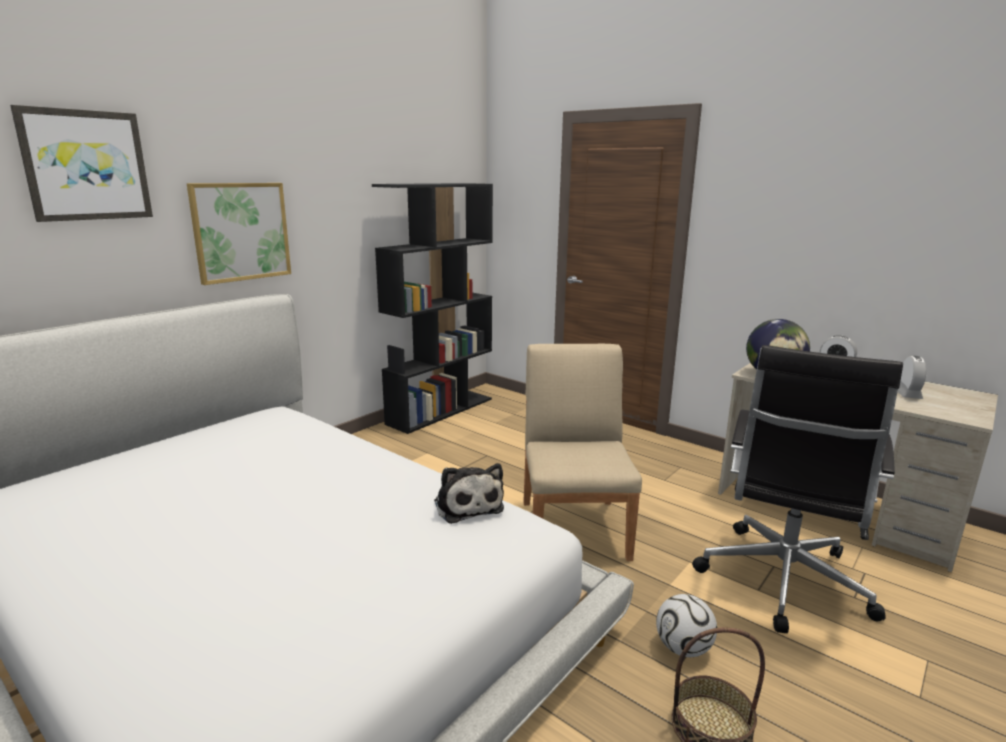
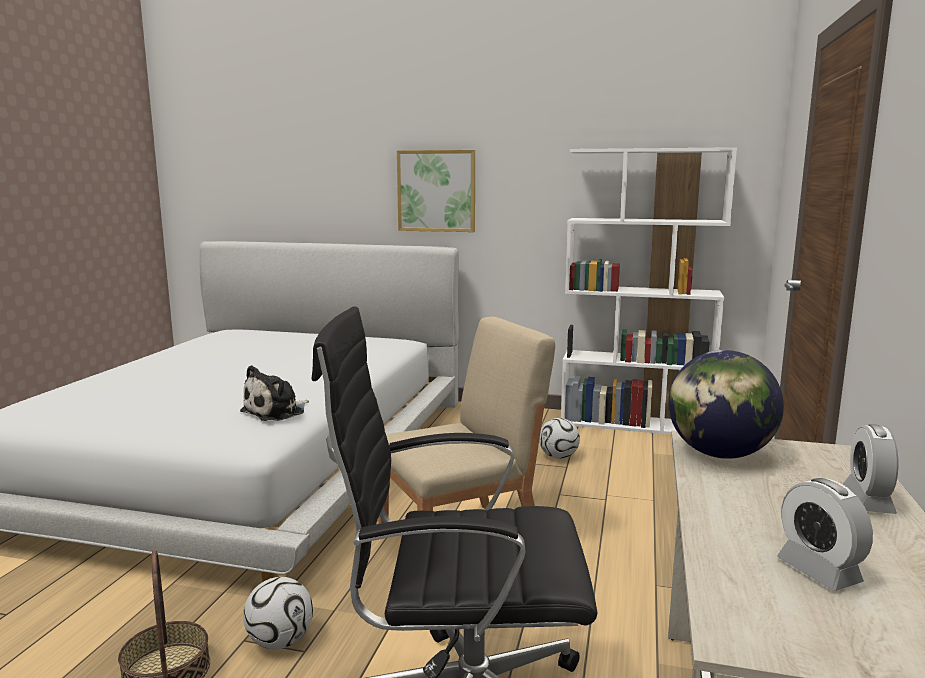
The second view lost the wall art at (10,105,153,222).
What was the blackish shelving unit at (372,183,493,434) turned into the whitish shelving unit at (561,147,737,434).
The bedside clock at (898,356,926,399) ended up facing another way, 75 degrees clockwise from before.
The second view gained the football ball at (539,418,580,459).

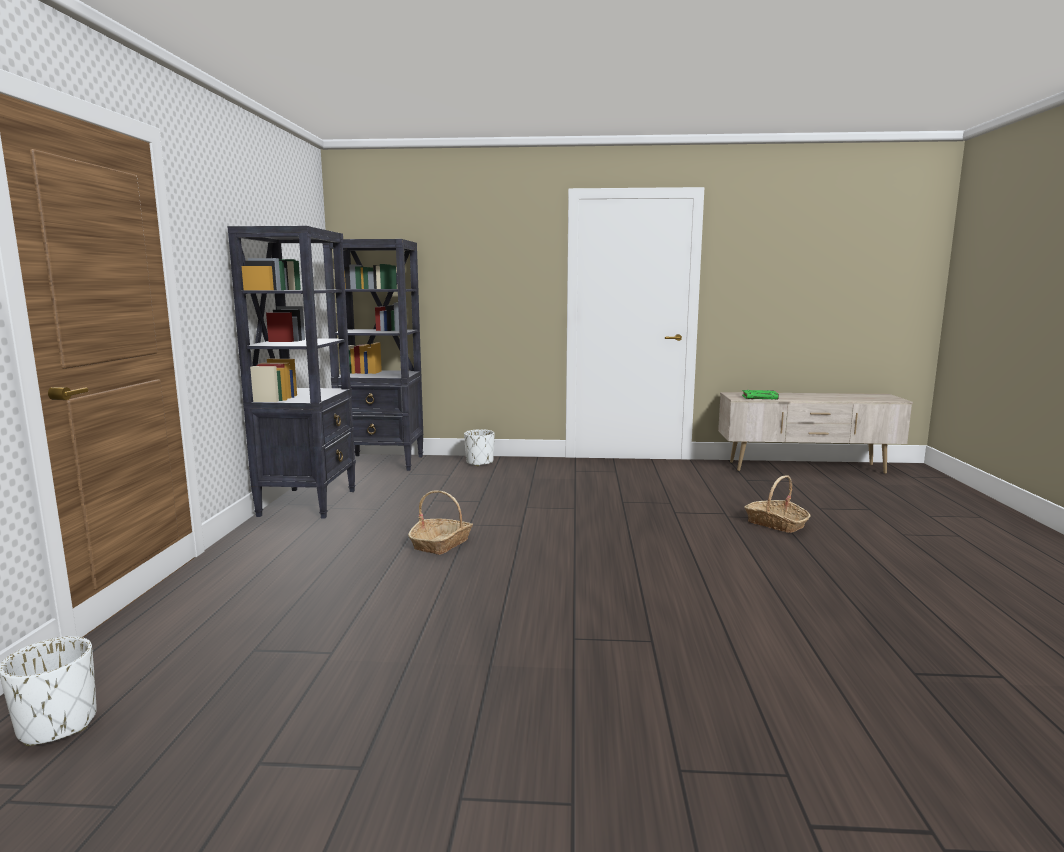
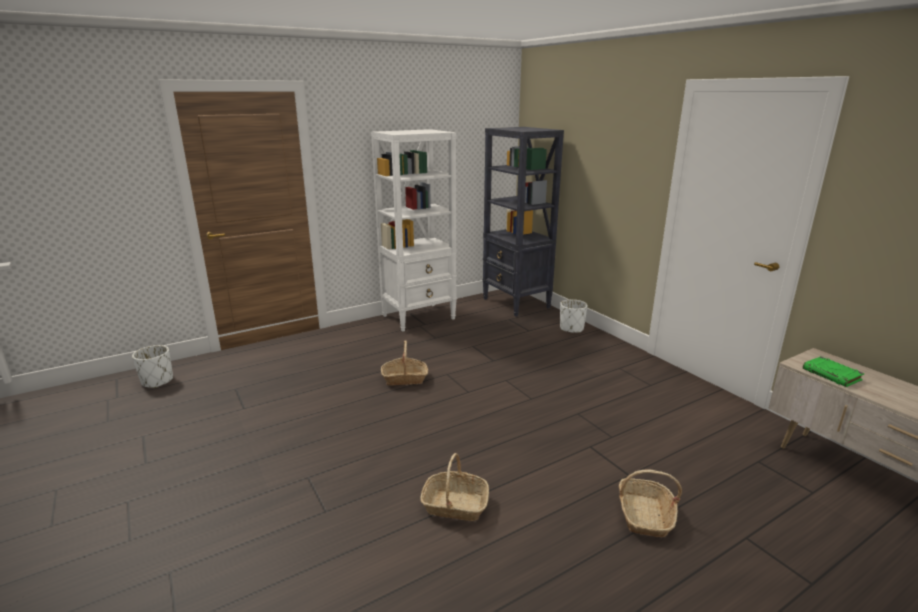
What was the blackish shelving unit at (227,226,356,519) turned into the whitish shelving unit at (371,129,457,332).
The second view gained the storage basket at (420,453,489,521).

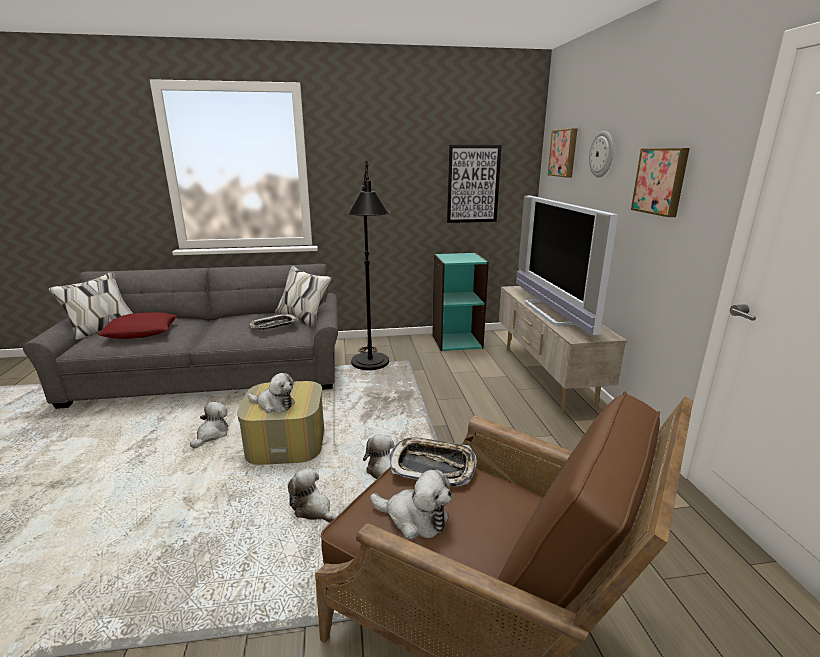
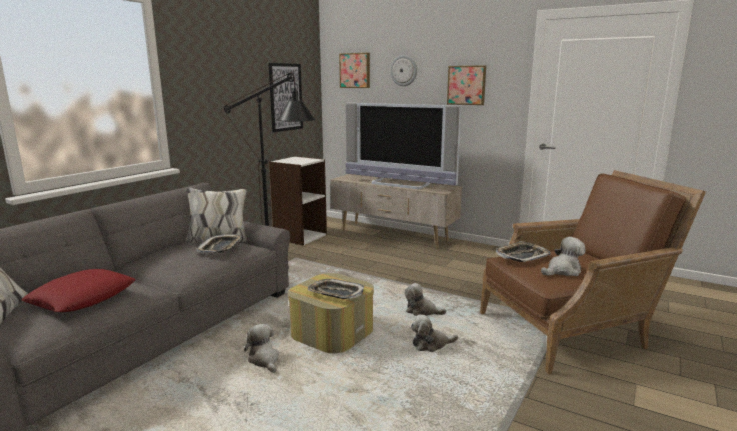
Where the soft toy stood at (247,373,295,413), the tray came to stand at (308,279,364,299).
What was the turquoise-coloured shelving unit at (432,253,489,351) turned into the whitish shelving unit at (269,156,327,246).

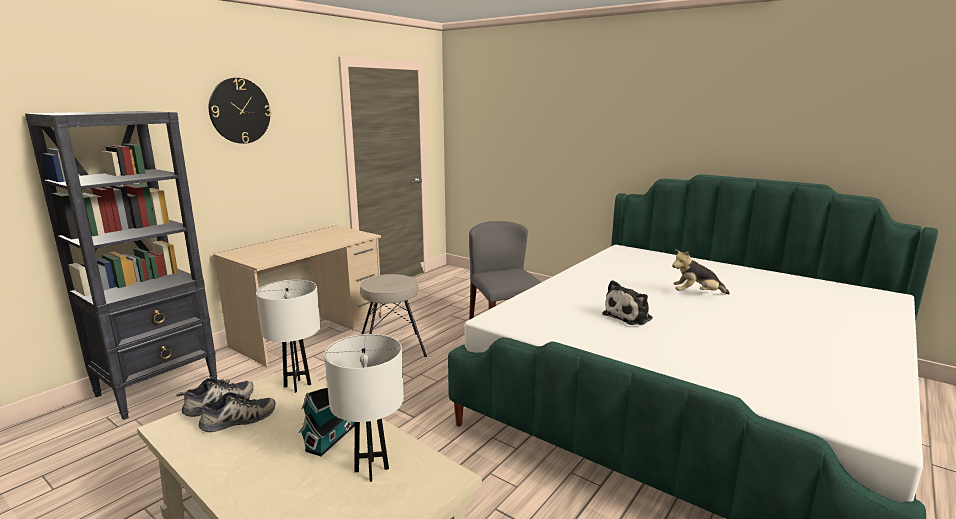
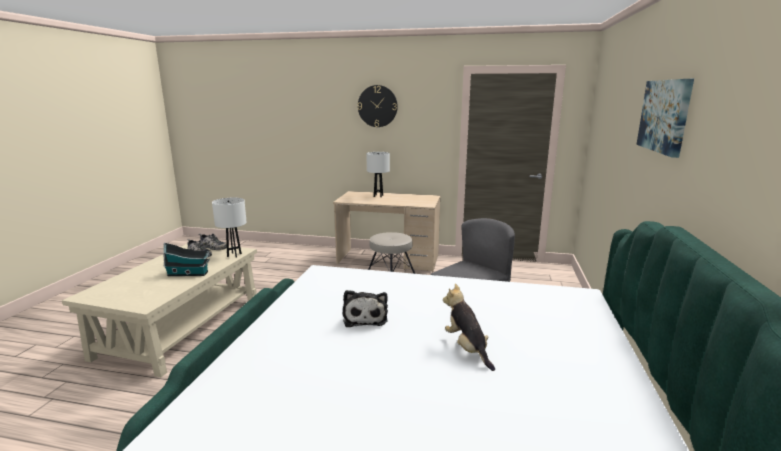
The second view lost the blackish shelving unit at (25,111,218,420).
The whitish table lamp ended up elsewhere, having gone from (324,334,404,482) to (366,152,390,197).
The soft toy at (602,280,653,325) ended up facing another way, 120 degrees counterclockwise from before.
The second view gained the wall art at (636,79,694,158).

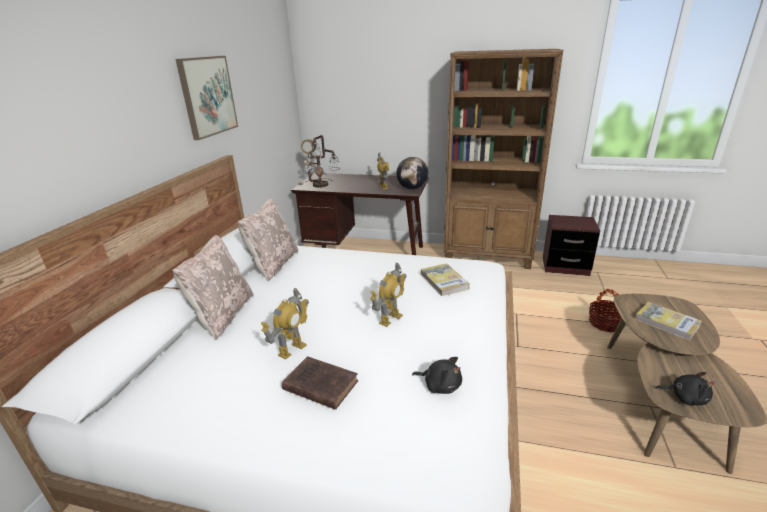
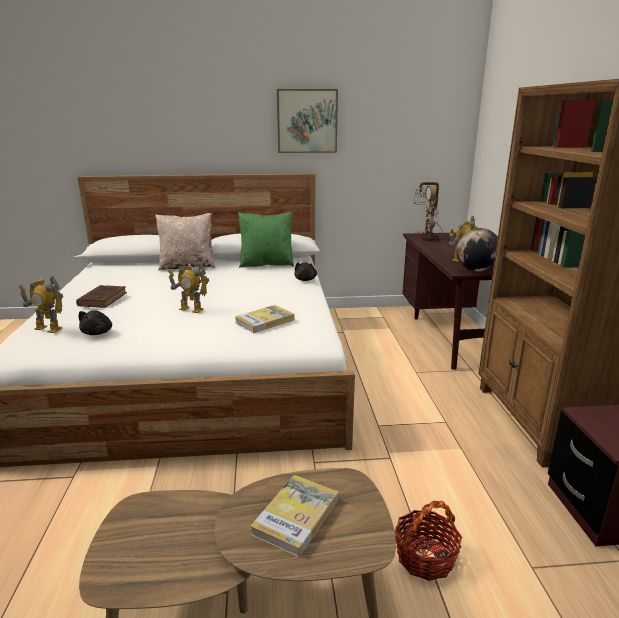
What was the sand-coloured cushion at (238,199,298,281) turned into the green-coloured cushion at (238,212,294,268).
The toy robot ended up elsewhere, having gone from (261,288,309,360) to (18,276,63,333).
The blackish soft toy ended up elsewhere, having gone from (655,372,715,405) to (294,262,317,281).

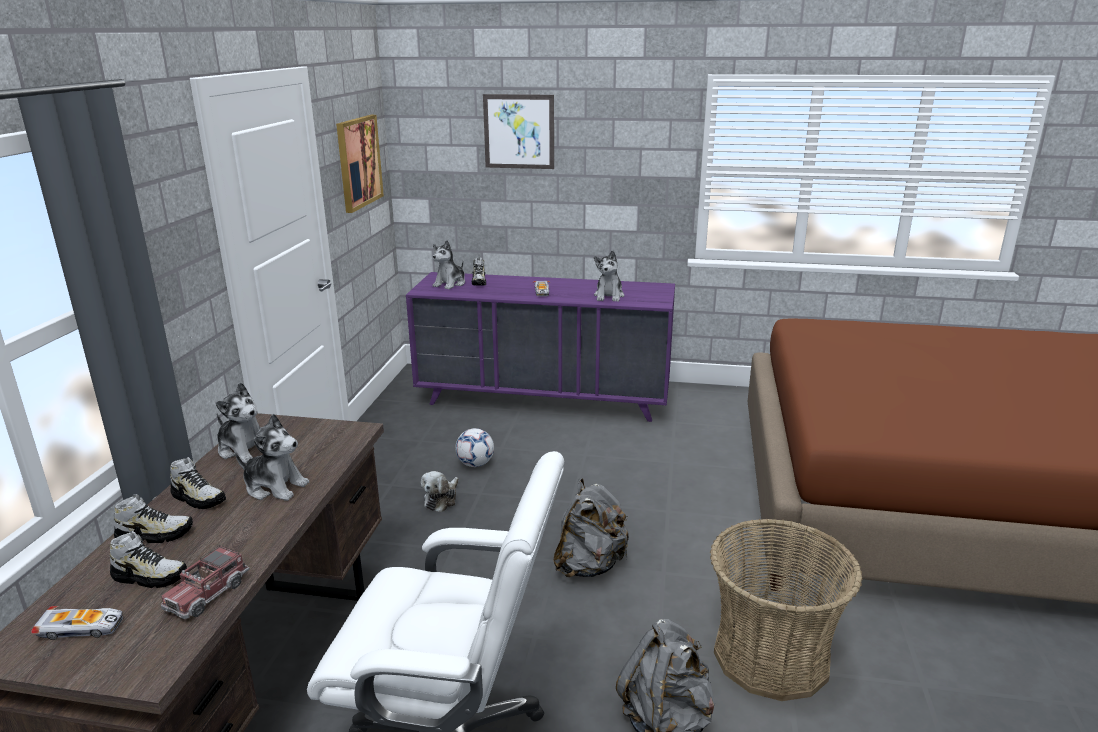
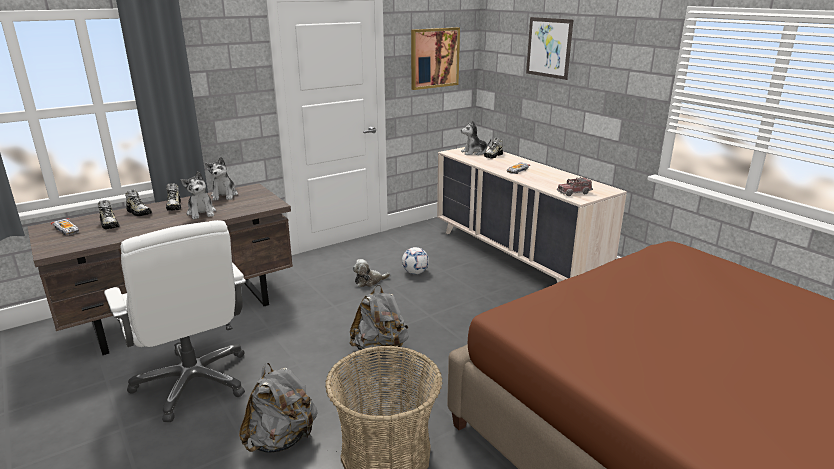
The toy lorry ended up elsewhere, having gone from (161,545,249,619) to (557,177,593,196).
What was the purplish drawer chest at (406,272,675,422) turned into the sand-coloured drawer chest at (437,147,627,283).
The second view lost the soft toy at (594,250,625,302).

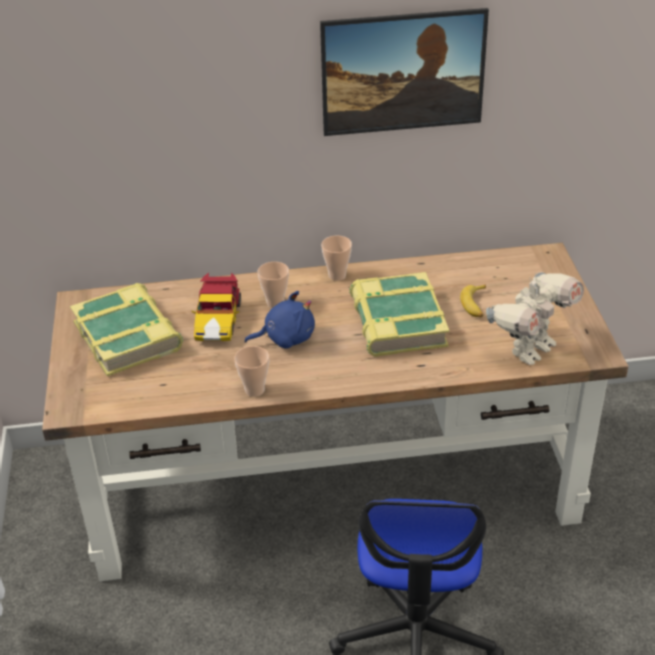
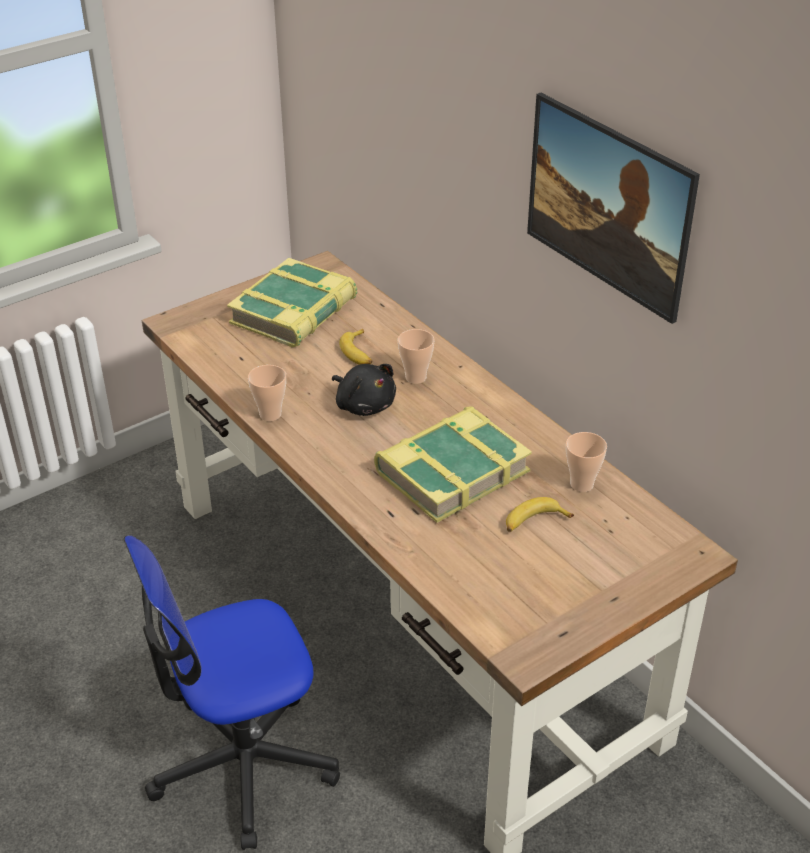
Where the model car stood at (192,273,241,341), the whole banana came to stand at (339,329,372,365).
What was the blue soft toy at (244,291,315,348) turned into the blackish soft toy at (332,364,396,416).
The drinking cup ended up elsewhere, having gone from (321,236,352,281) to (566,432,607,492).
The second view lost the toy robot at (486,272,584,365).

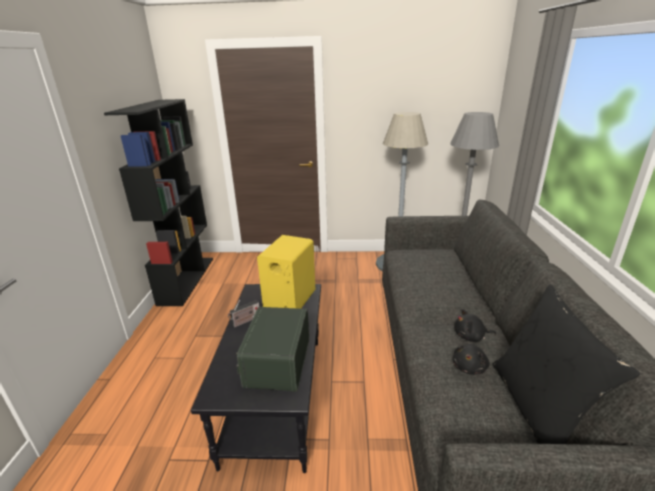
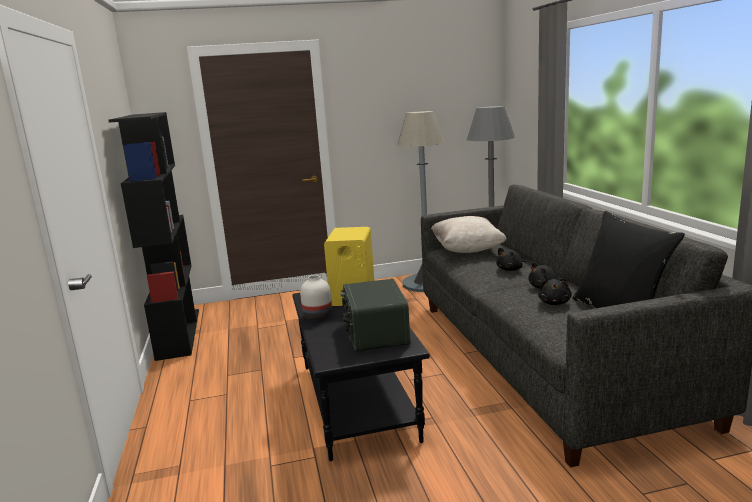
Where the radio stood at (228,300,260,328), the whitish decorative vase came to stand at (300,275,332,320).
The second view gained the sand-coloured cushion at (431,216,507,253).
The second view gained the blackish soft toy at (496,248,526,271).

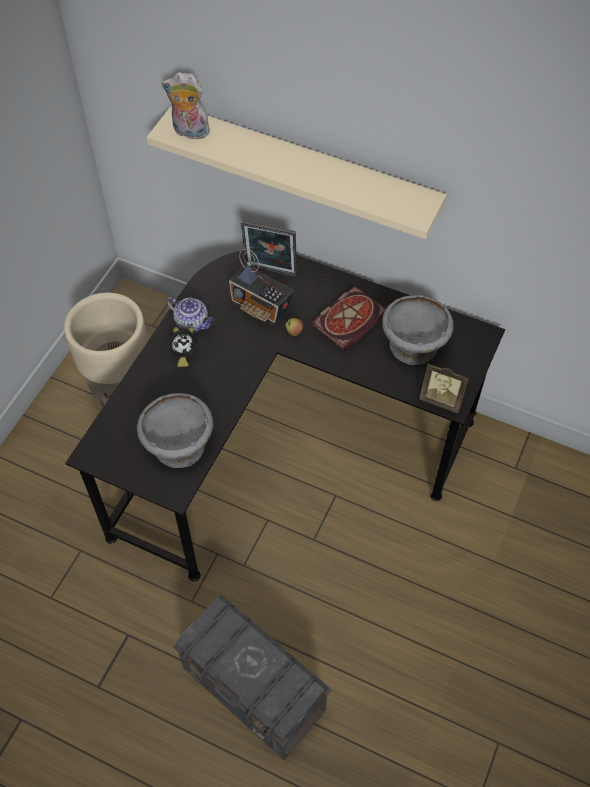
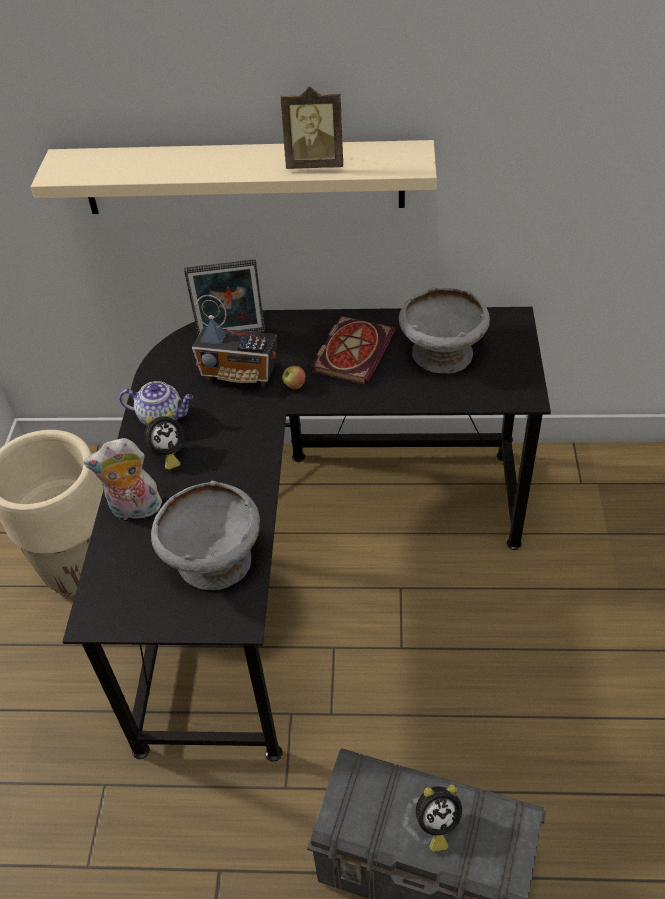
The soft toy ended up elsewhere, having gone from (161,72,210,140) to (83,438,162,520).
The picture frame ended up elsewhere, having gone from (419,362,469,413) to (281,86,343,169).
The second view gained the bedside clock at (416,784,462,852).

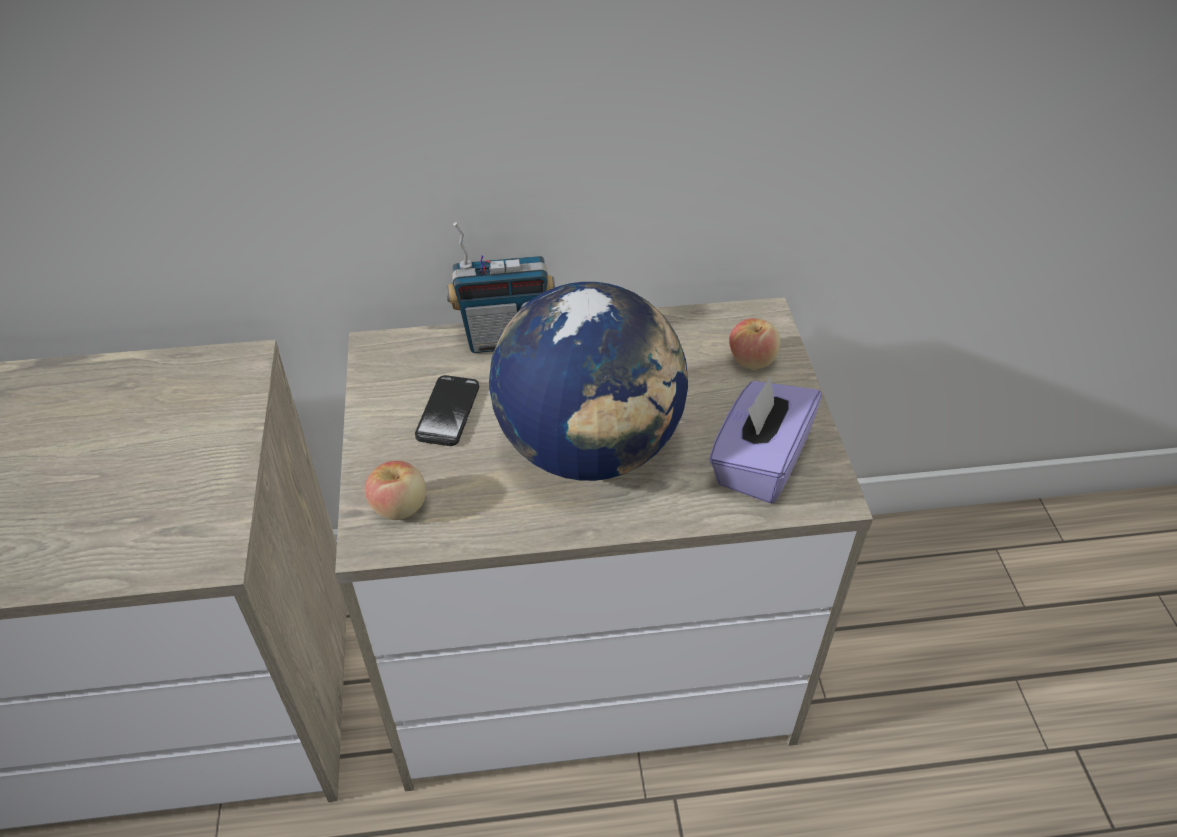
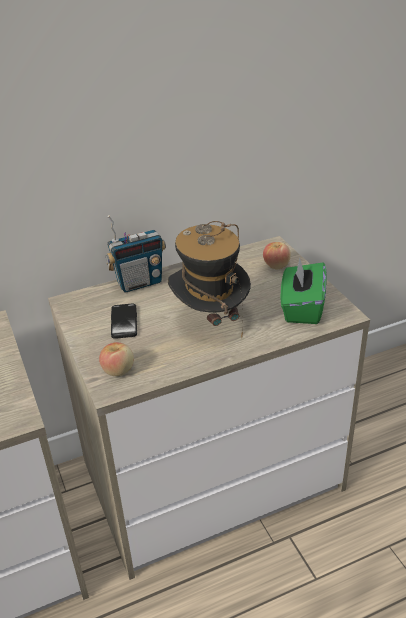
Where the desk globe stood at (489,282,688,481), the hat came to stand at (168,221,251,338).
What was the purplish tissue holder at (709,377,822,504) turned into the green-coloured tissue holder at (281,257,327,324).

